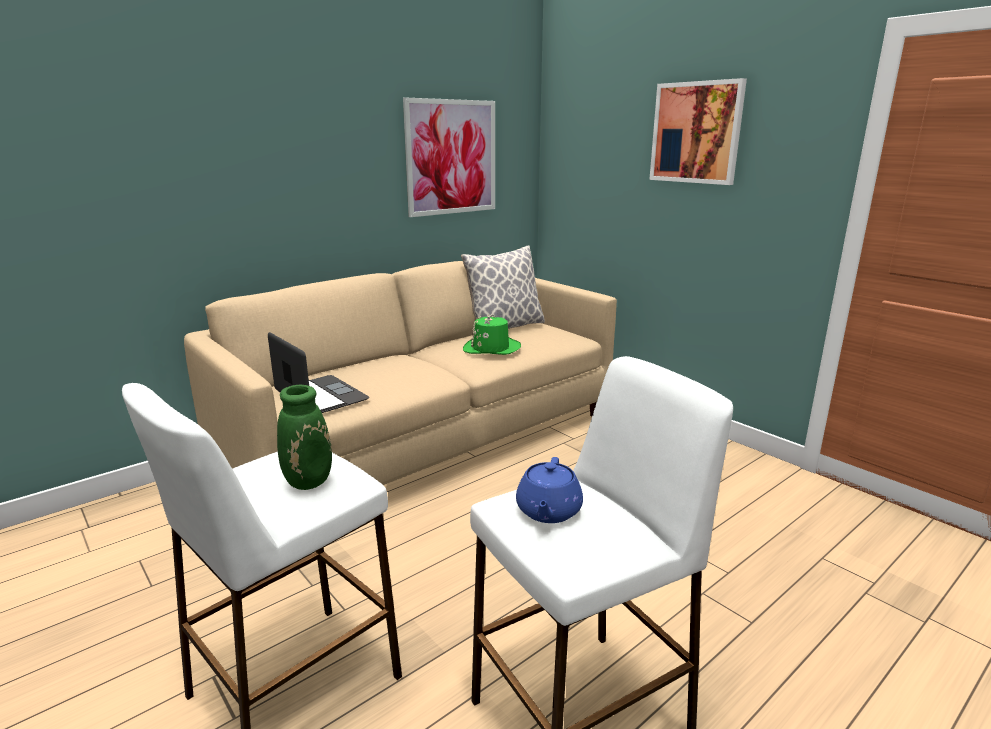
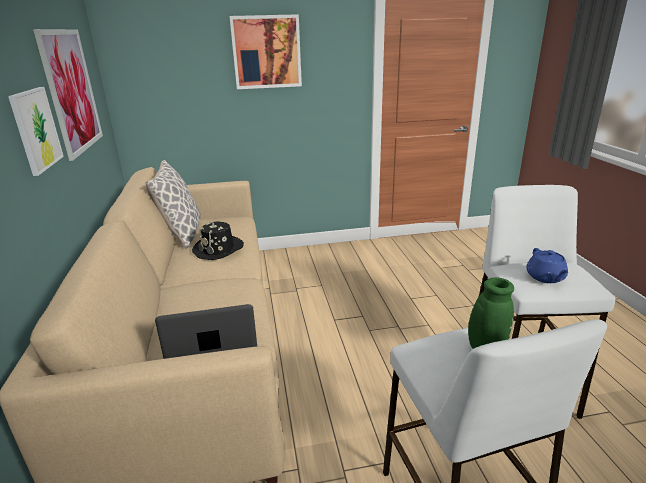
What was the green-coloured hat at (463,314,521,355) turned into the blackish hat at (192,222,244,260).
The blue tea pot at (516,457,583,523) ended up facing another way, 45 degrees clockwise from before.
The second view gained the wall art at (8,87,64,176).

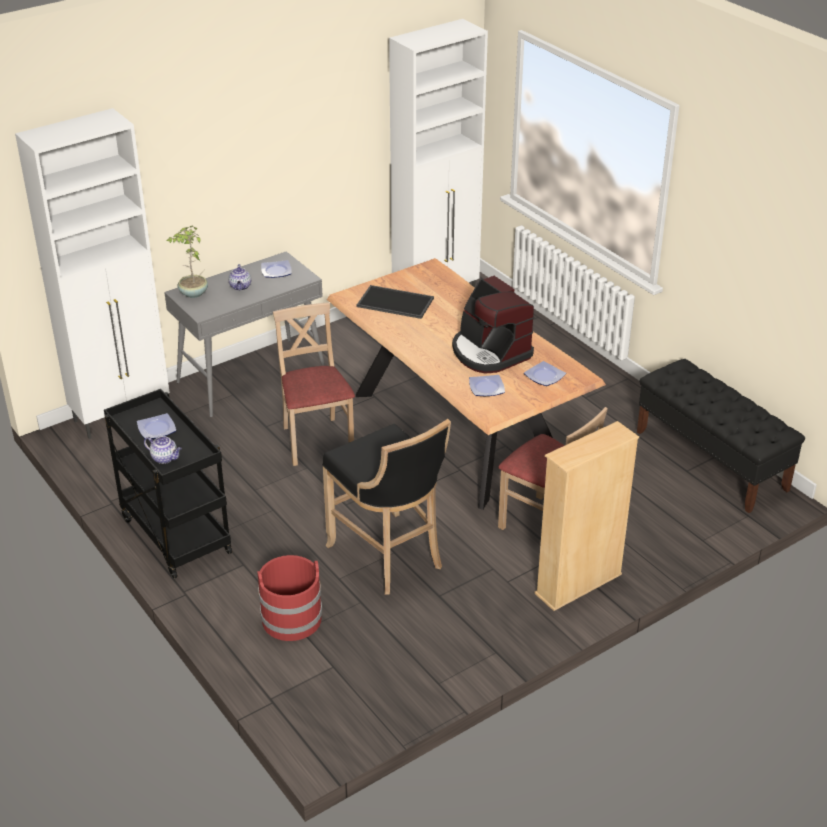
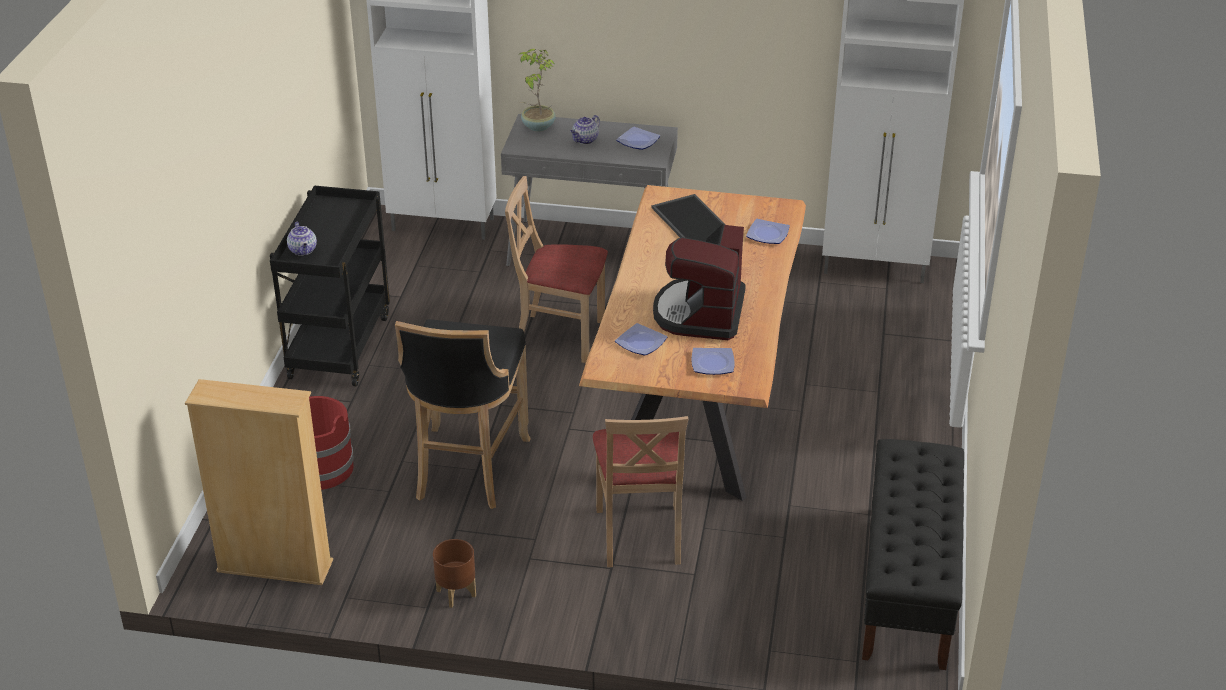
The dinner plate ended up elsewhere, having gone from (137,413,176,439) to (746,219,790,244).
The sand-coloured plain chair at (273,302,355,466) ended up facing another way, 105 degrees counterclockwise from before.
The sand-coloured shelving unit ended up elsewhere, having gone from (534,421,639,611) to (185,379,333,585).
The second view gained the brown plant pot at (433,539,476,608).

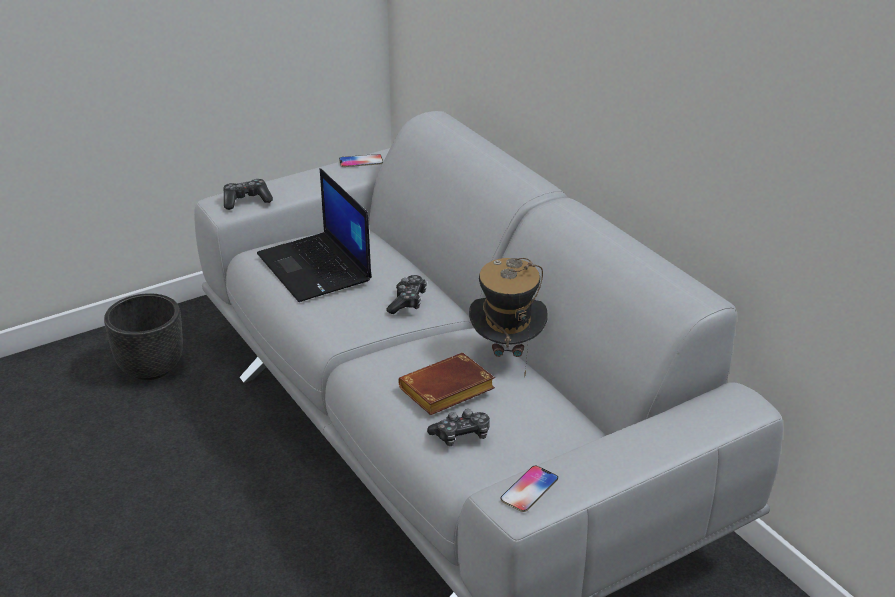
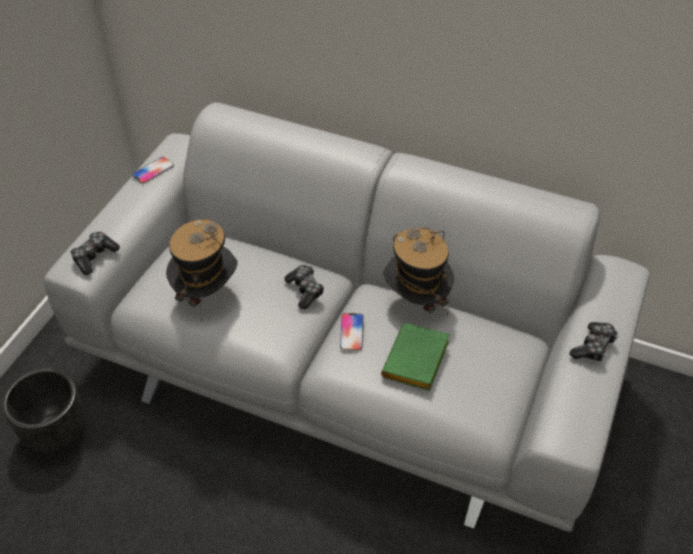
Where the notebook computer stood at (257,168,372,302), the hat came to stand at (166,219,238,321).
What was the brown book at (398,353,495,415) turned into the green-coloured book at (381,323,450,391).
The gamepad ended up elsewhere, having gone from (427,409,490,446) to (569,322,618,361).
The phone ended up elsewhere, having gone from (500,466,558,512) to (340,313,363,350).

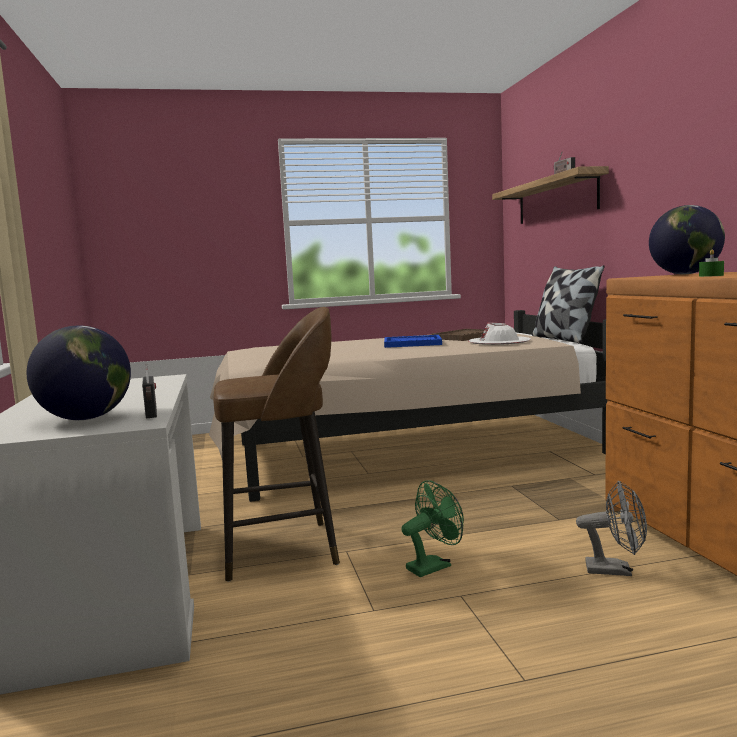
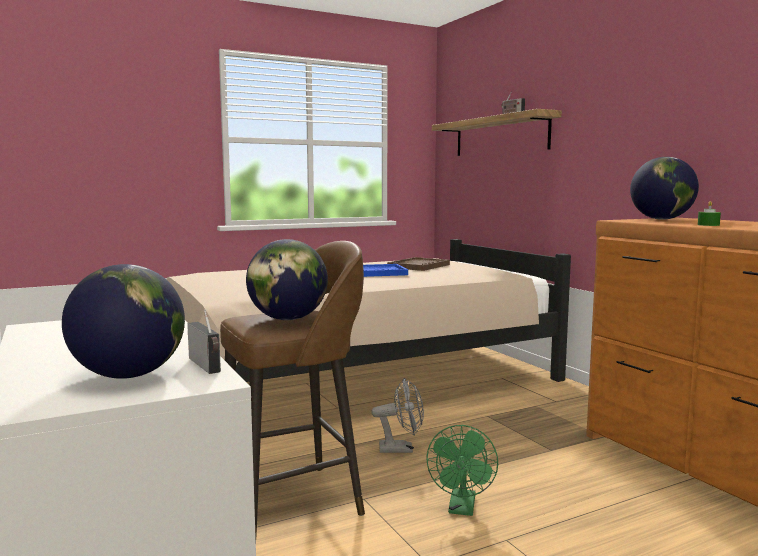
The green-coloured cooling fan at (401,480,464,577) ended up facing another way, 150 degrees clockwise from before.
The second view lost the whitish hat at (468,323,531,345).
The second view lost the cushion at (532,265,605,343).
The grey cooling fan ended up elsewhere, having gone from (576,481,647,576) to (372,378,424,453).
The second view gained the desk globe at (246,239,328,320).

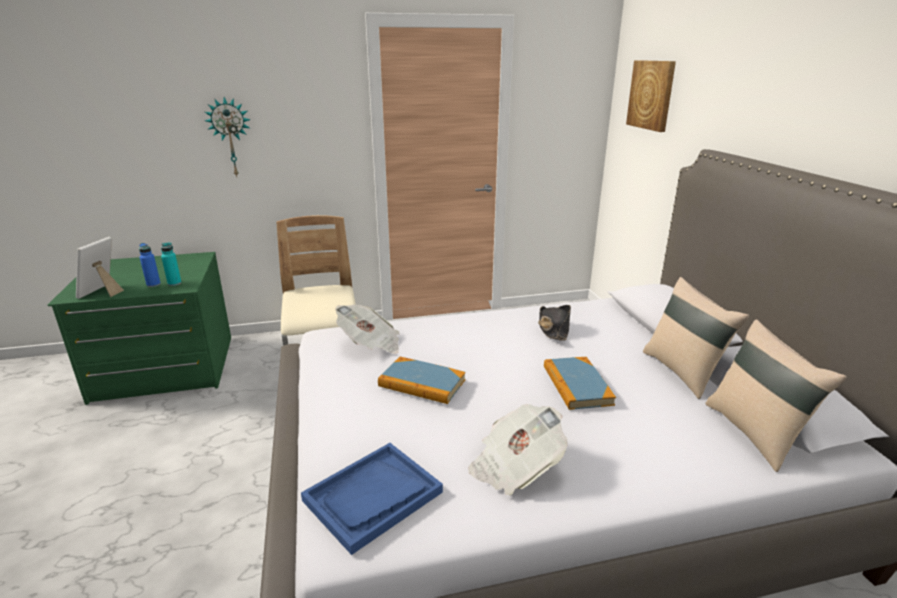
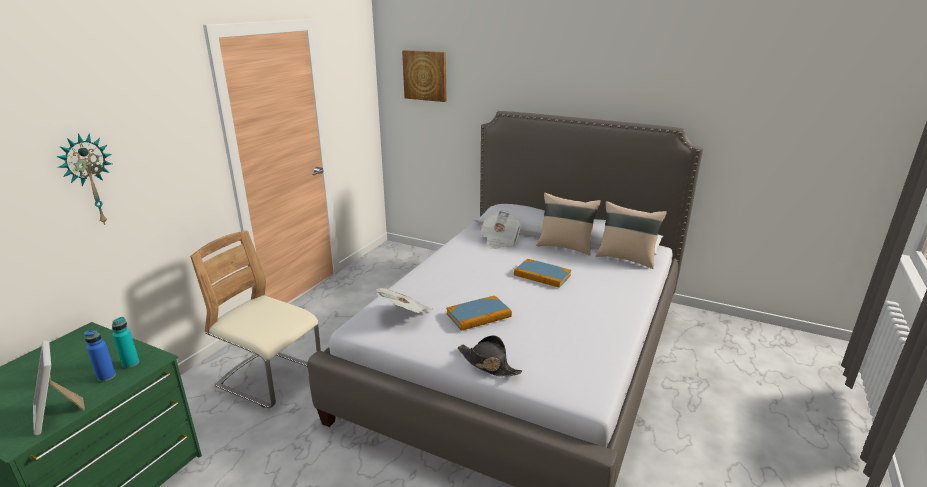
The second view lost the blue tray at (301,443,443,555).
The newspaper ended up elsewhere, having gone from (468,404,568,496) to (480,211,522,249).
The blackish hat ended up elsewhere, having gone from (538,305,571,341) to (458,335,522,376).

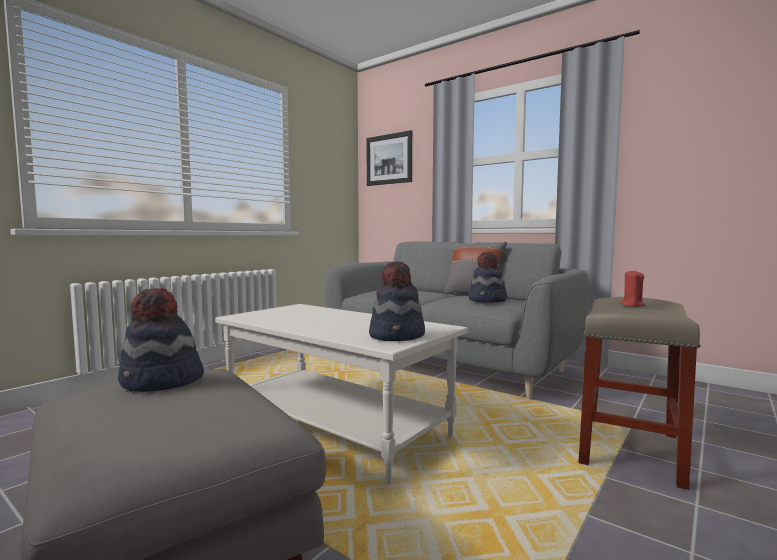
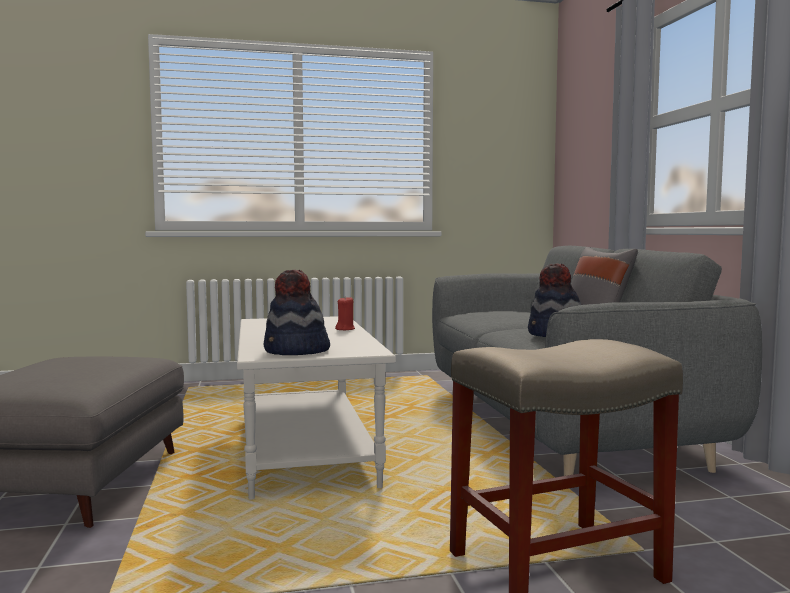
The second view lost the hat at (118,288,204,392).
The second view lost the wall art at (367,130,412,186).
The reddish wax candle ended up elsewhere, having gone from (620,270,645,307) to (335,296,355,330).

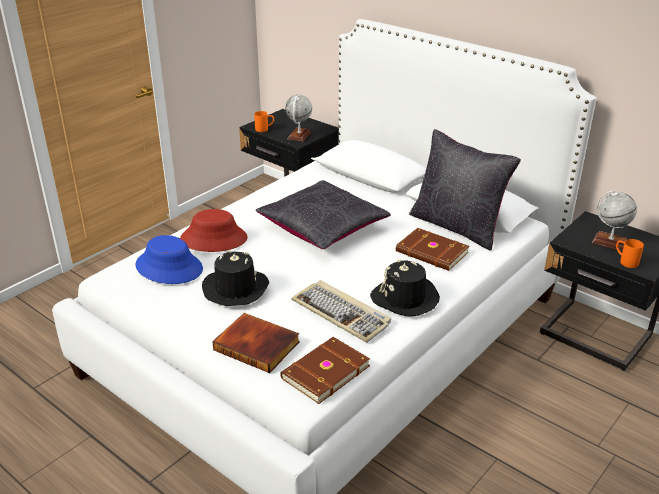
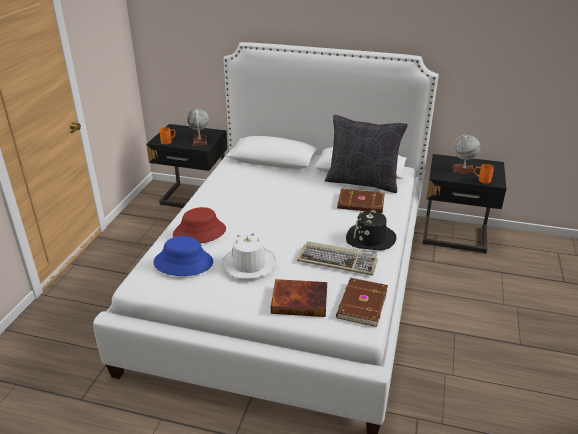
What was the blackish hat at (202,250,269,306) turned into the whitish hat at (222,233,276,279).
The second view lost the blackish cushion at (255,180,391,249).

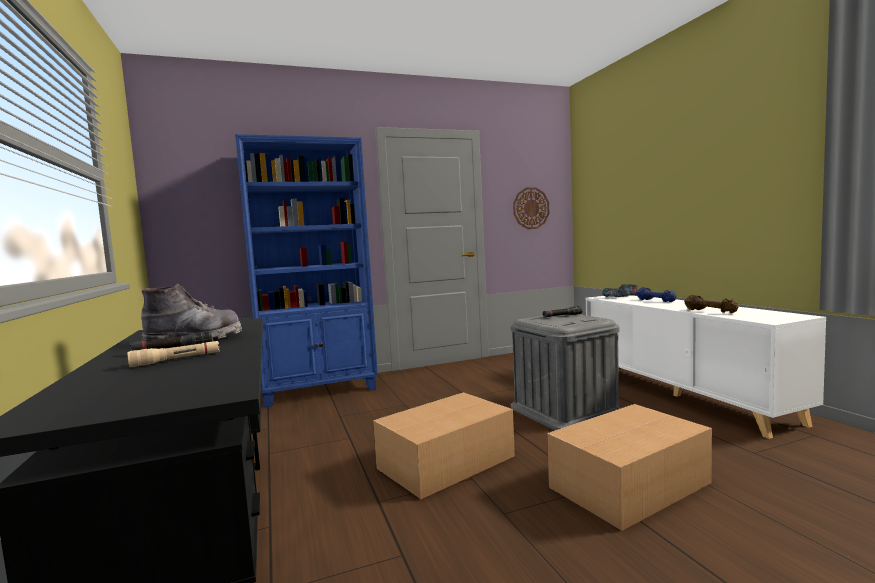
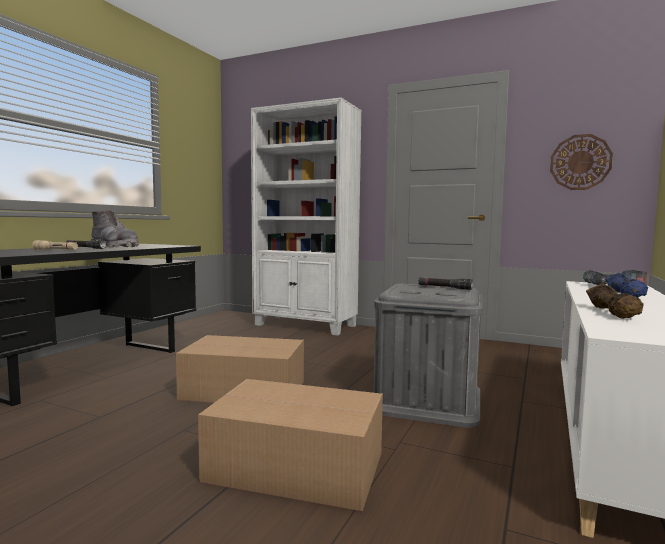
What was the blue shelving unit at (235,134,378,407) turned into the whitish shelving unit at (251,97,362,336).

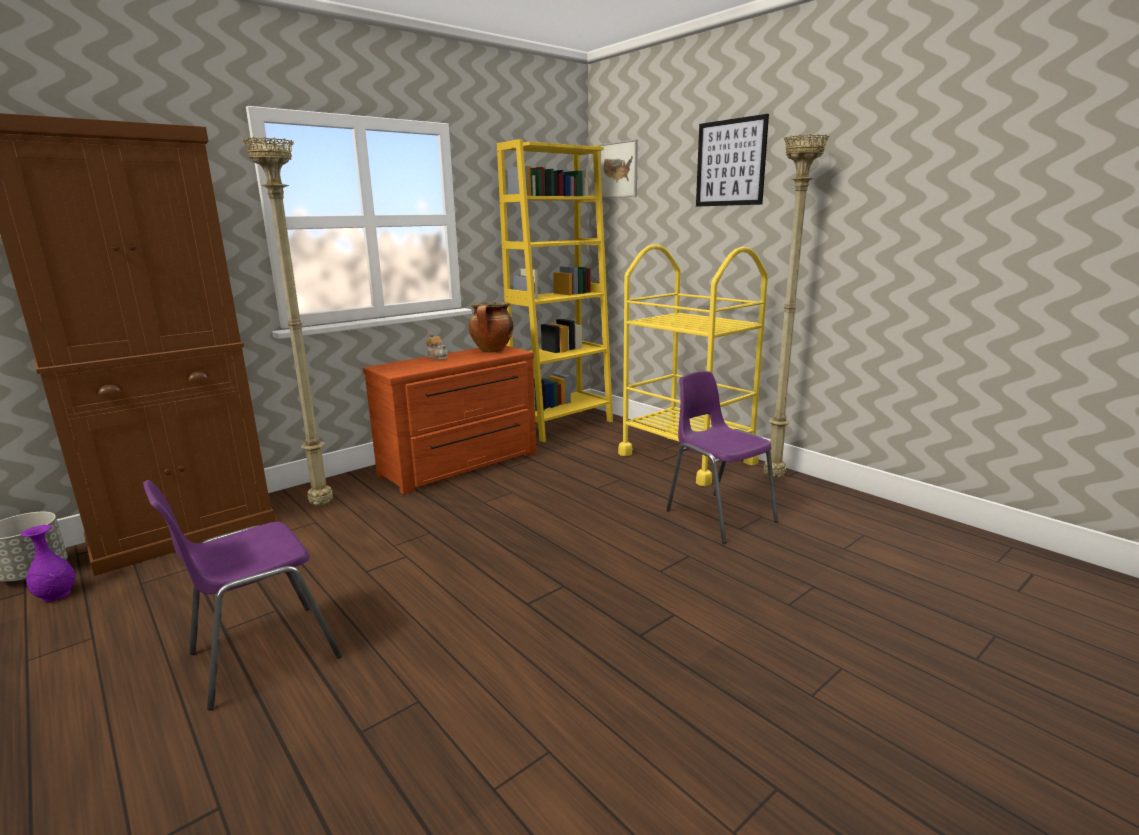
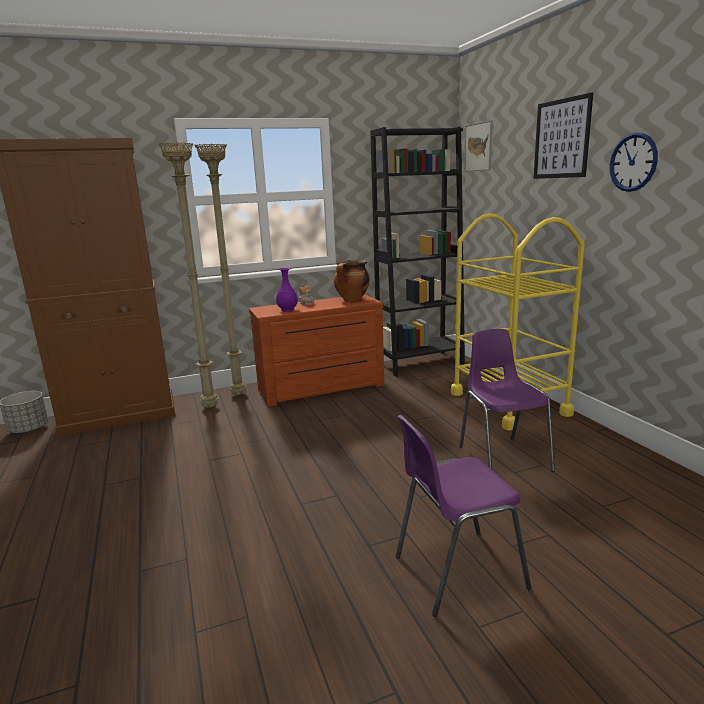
The purplish decorative vase ended up elsewhere, having gone from (21,525,75,602) to (276,267,298,312).
The purplish plain chair ended up elsewhere, having gone from (143,480,342,710) to (396,415,532,617).
What was the yellow-coloured shelving unit at (497,139,613,442) turned into the blackish shelving unit at (370,127,465,377).
The sand-coloured standing lamp ended up elsewhere, having gone from (763,134,830,478) to (194,143,246,395).
The second view gained the hanging clock at (609,132,658,192).

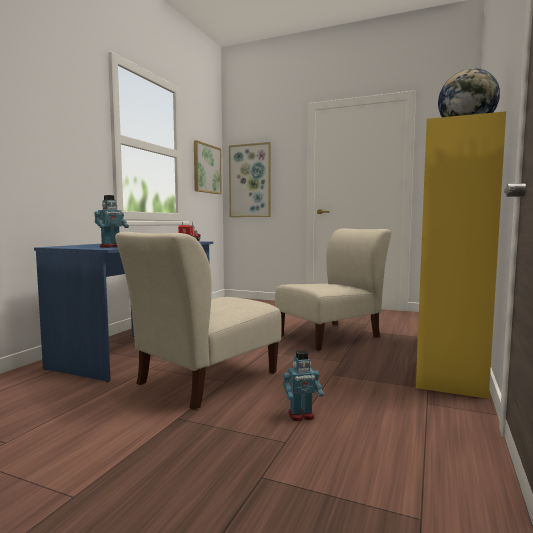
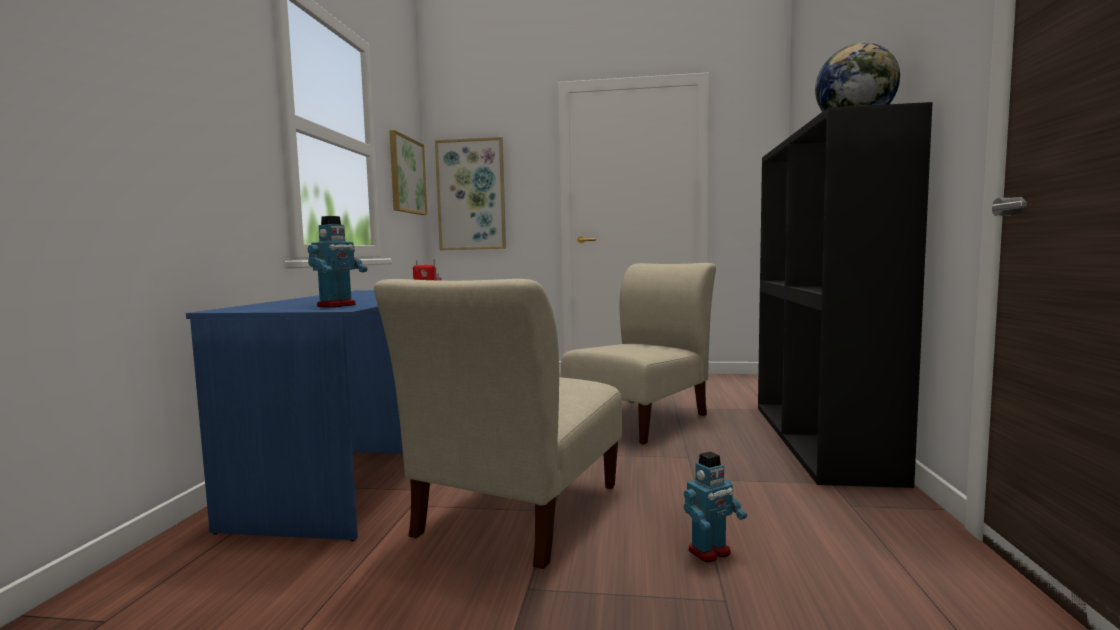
What was the yellow-coloured shelving unit at (416,111,506,399) turned into the blackish shelving unit at (758,102,933,488).

